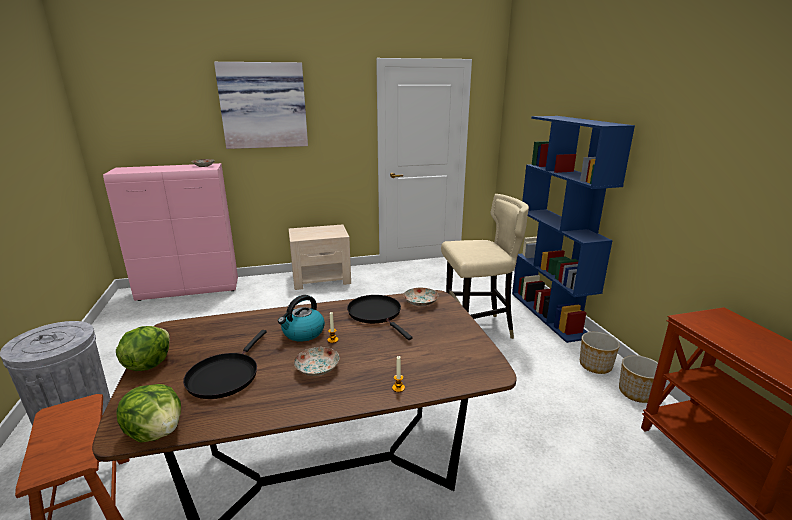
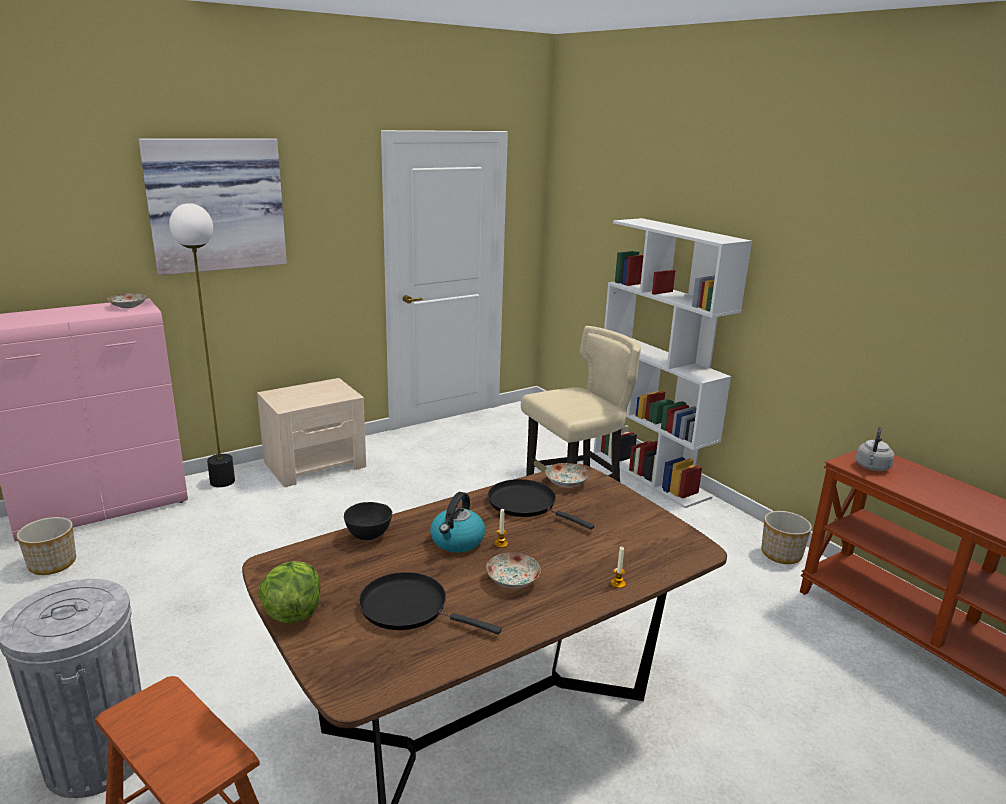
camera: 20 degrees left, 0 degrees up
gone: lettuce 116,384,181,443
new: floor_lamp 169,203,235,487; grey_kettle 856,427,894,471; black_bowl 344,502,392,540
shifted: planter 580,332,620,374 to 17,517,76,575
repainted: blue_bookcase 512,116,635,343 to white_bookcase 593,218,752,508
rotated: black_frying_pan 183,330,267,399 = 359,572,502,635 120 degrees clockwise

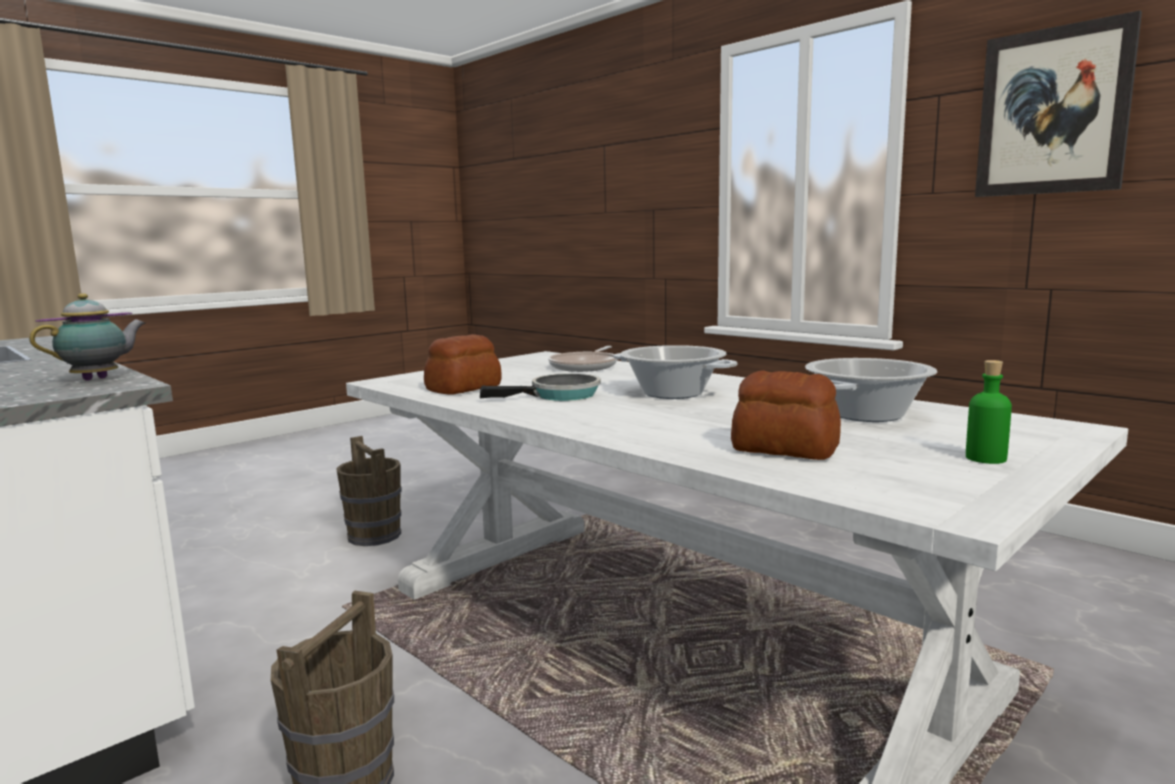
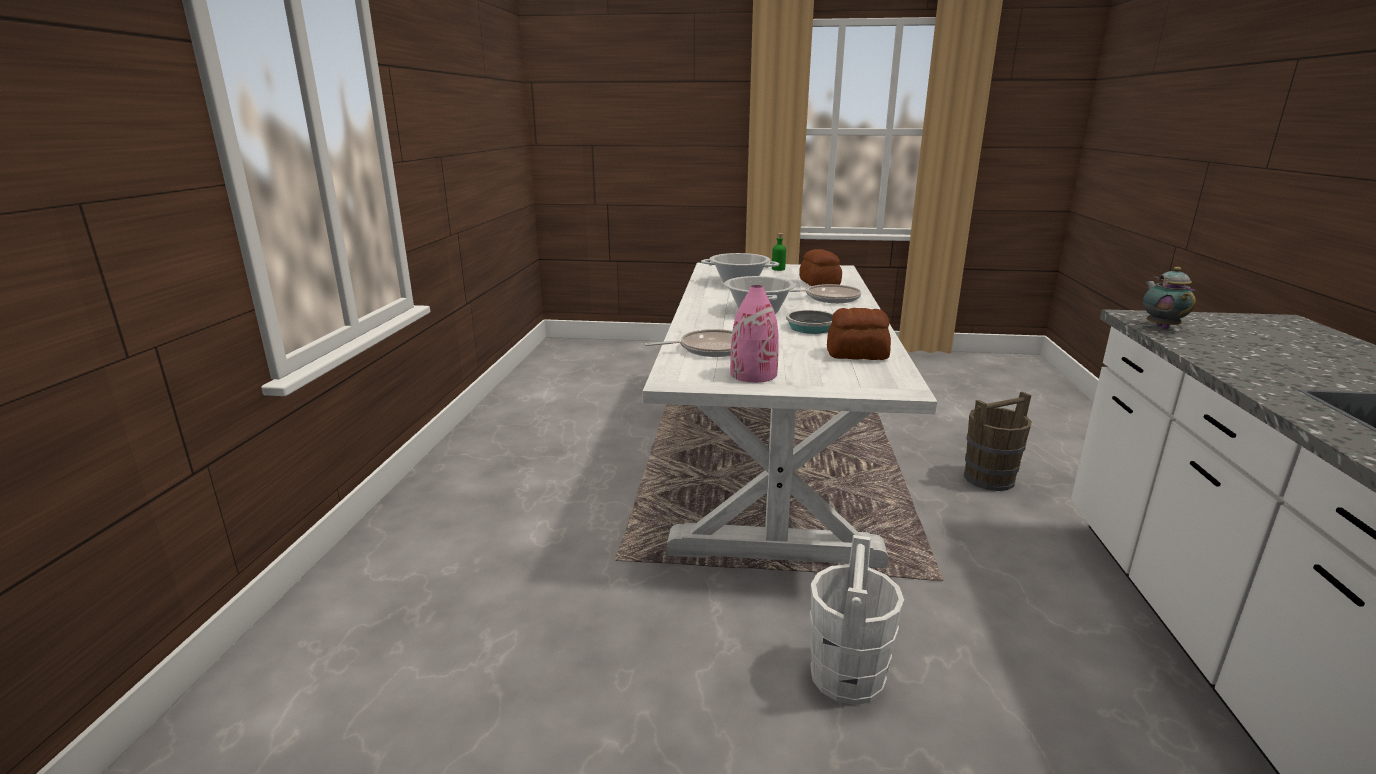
camera: 130 degrees left, 10 degrees up
gone: picture 975,11,1142,197
new: frying_pan 789,284,861,303; pink_vase 730,285,779,383
repainted: brown_bucket 336,436,401,546 to white_bucket 810,535,904,705
rotated: teapot 29,293,146,381 = 1143,267,1196,329 90 degrees clockwise

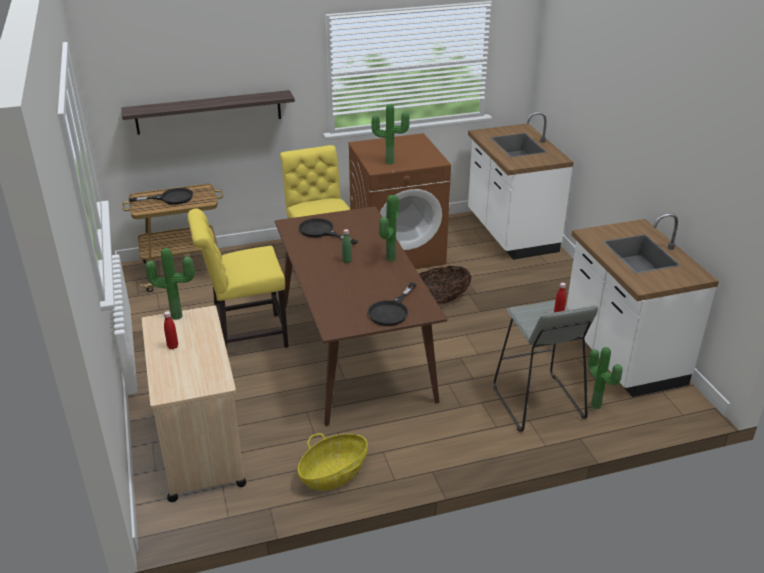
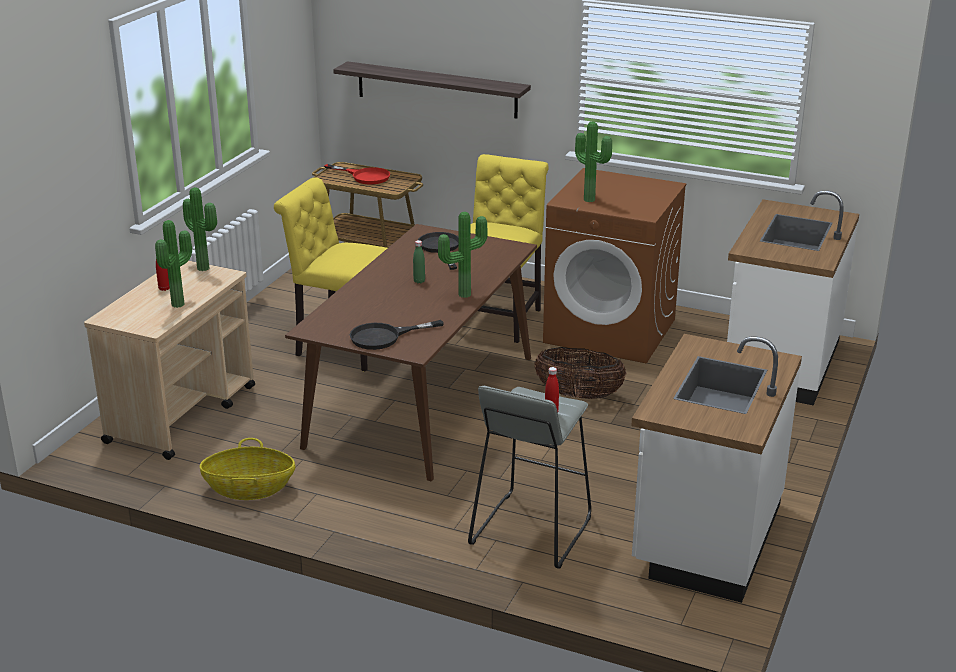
camera: 40 degrees right, 5 degrees down
shifted: potted_plant 588,347,623,409 to 155,220,192,308
repainted: black_frying_pan 129,188,193,205 to red_frying_pan 324,164,390,184

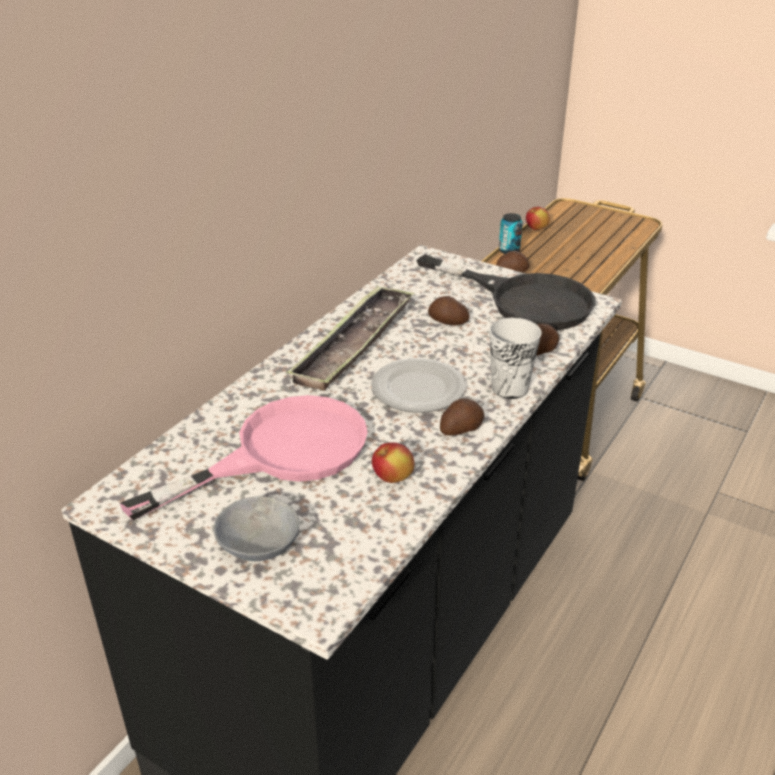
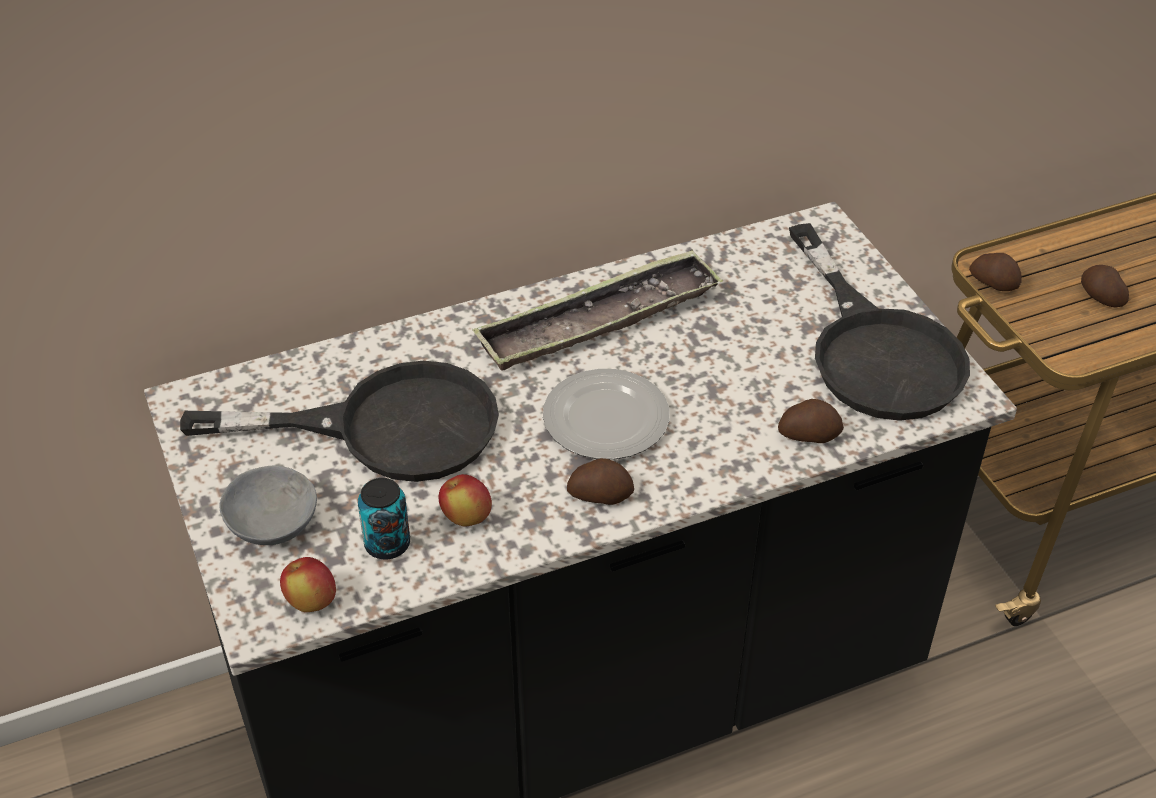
camera: 35 degrees right, 10 degrees up
gone: cup 489,318,542,399
shifted: apple 526,207,550,230 to 280,557,336,612; can 499,213,523,254 to 358,478,410,559; potato 428,296,470,325 to 1081,265,1129,307
repainted: pink_frying_pan 120,395,368,521 to black_frying_pan 180,361,499,482

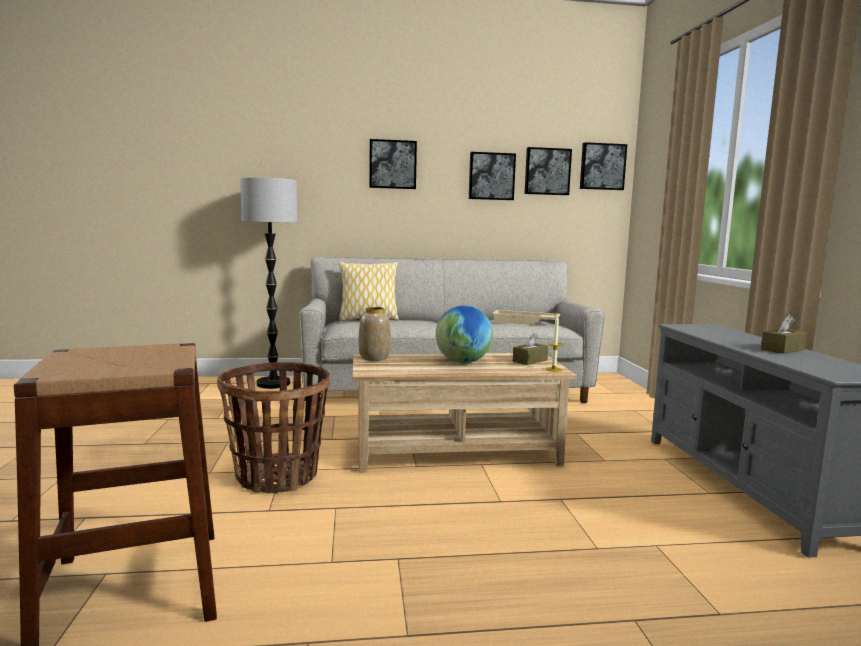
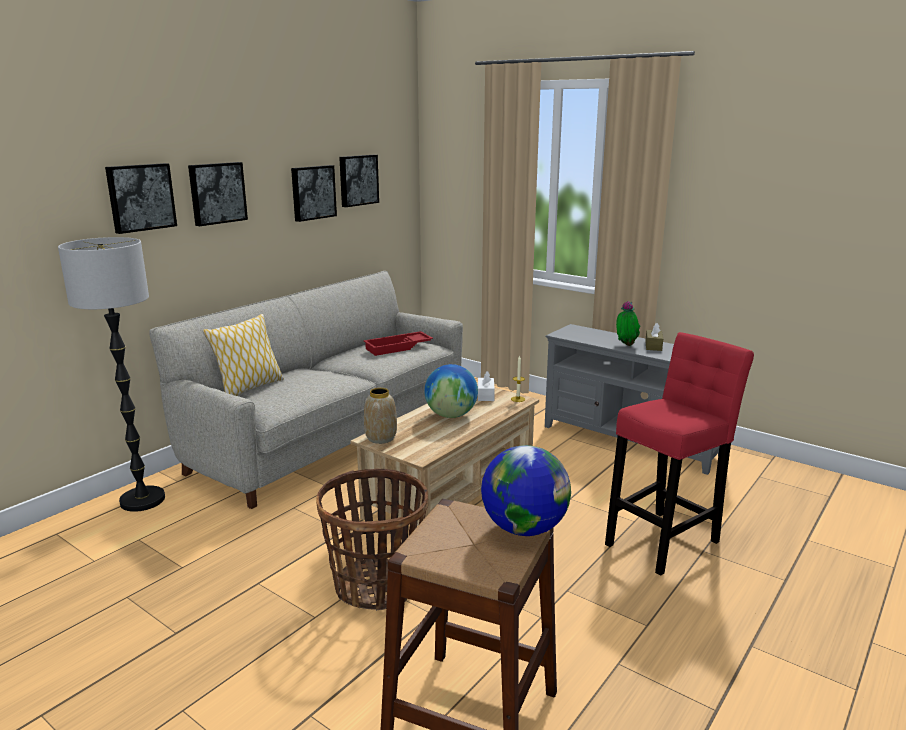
camera: 45 degrees left, 10 degrees up
new: potted_plant 616,301,640,346; red_stool 605,332,754,576; globe 481,445,571,536
shifted: picture 580,142,627,190 to 105,163,177,234
repainted: beige_tray 492,310,560,325 to red_tray 364,331,433,356; brown_tissue_box 513,333,548,365 to white_tissue_box 478,371,495,401

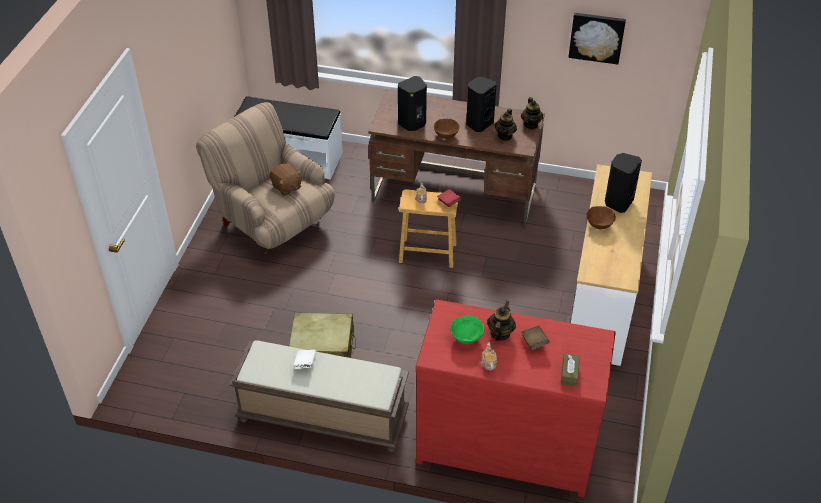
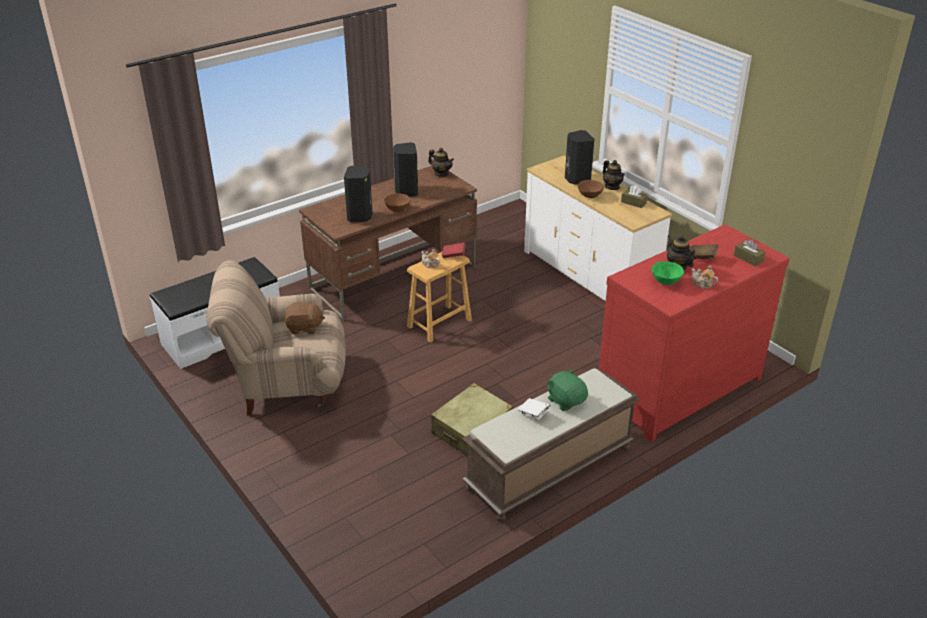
camera: 50 degrees left, 10 degrees down
gone: picture 568,13,626,65
new: brown_tissue_box 621,185,647,208; green_plush_toy 547,370,588,411
shifted: teapot 495,109,517,141 to 603,160,625,190

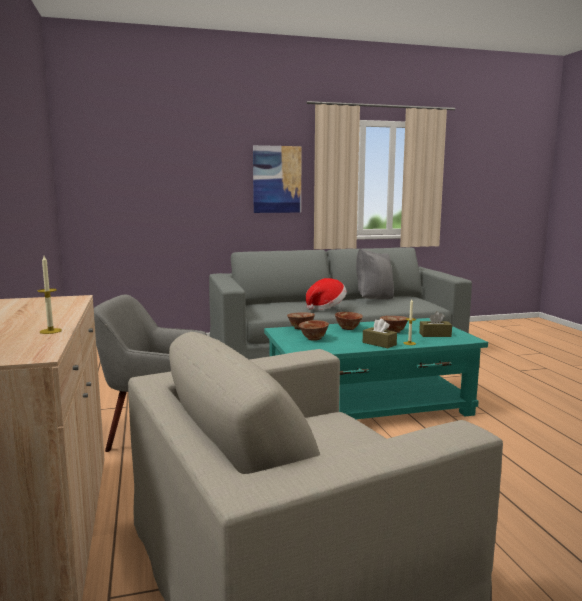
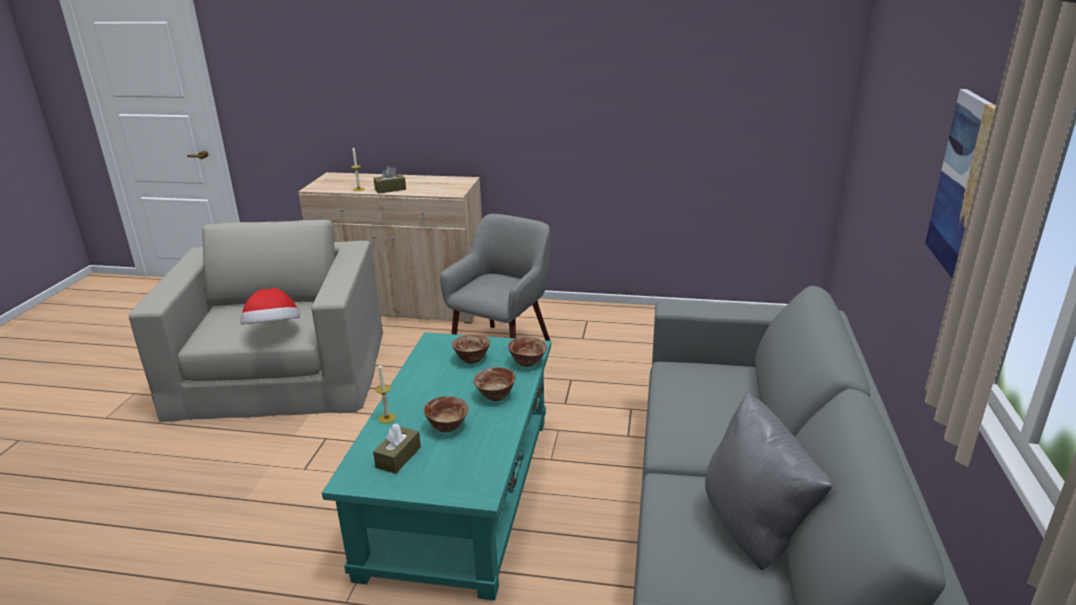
camera: 115 degrees right, 15 degrees up
shifted: hat 306,278,347,310 to 240,288,300,325; brown_tissue_box 363,318,397,348 to 374,166,406,194

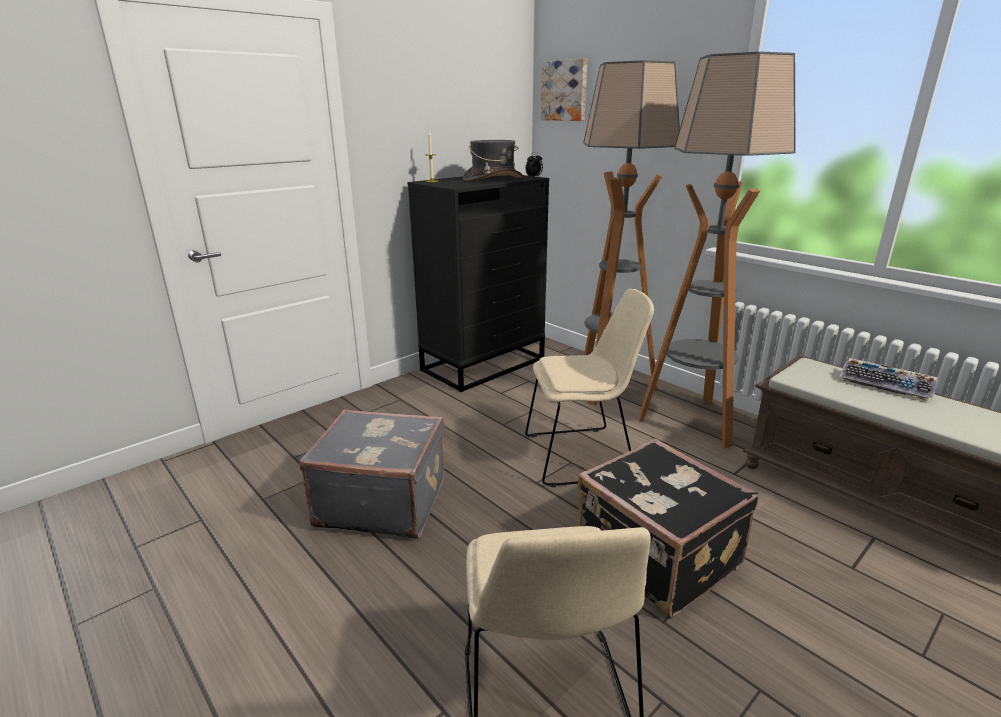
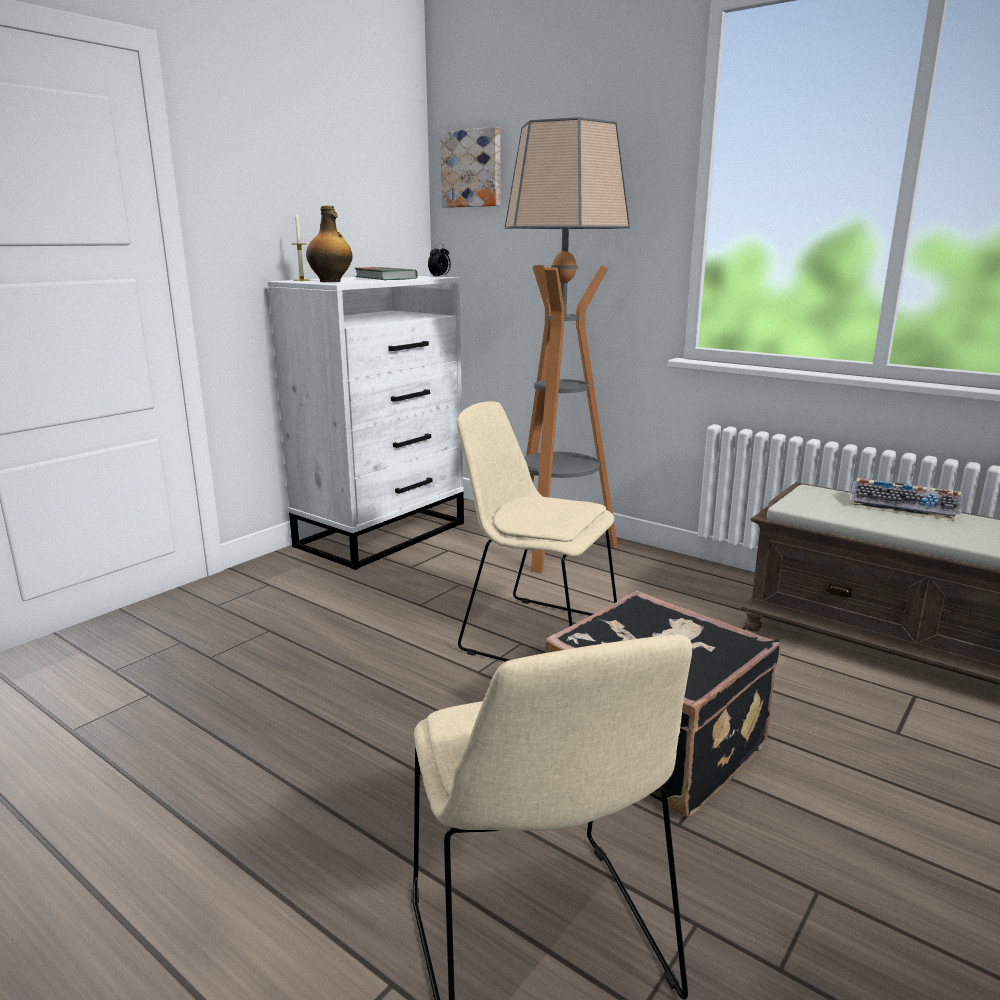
camera: 10 degrees left, 5 degrees down
gone: floor_lamp 638,51,796,448; grey_suitcase 300,409,445,539
new: bottle 306,206,352,282
swapped: grey_hat 463,140,523,182 to book 354,267,418,280
repainted: black_dresser 408,175,549,392 to white_dresser 268,276,464,570
rotated: beige_chair 525,289,654,487 = 457,401,617,662 135 degrees counterclockwise

